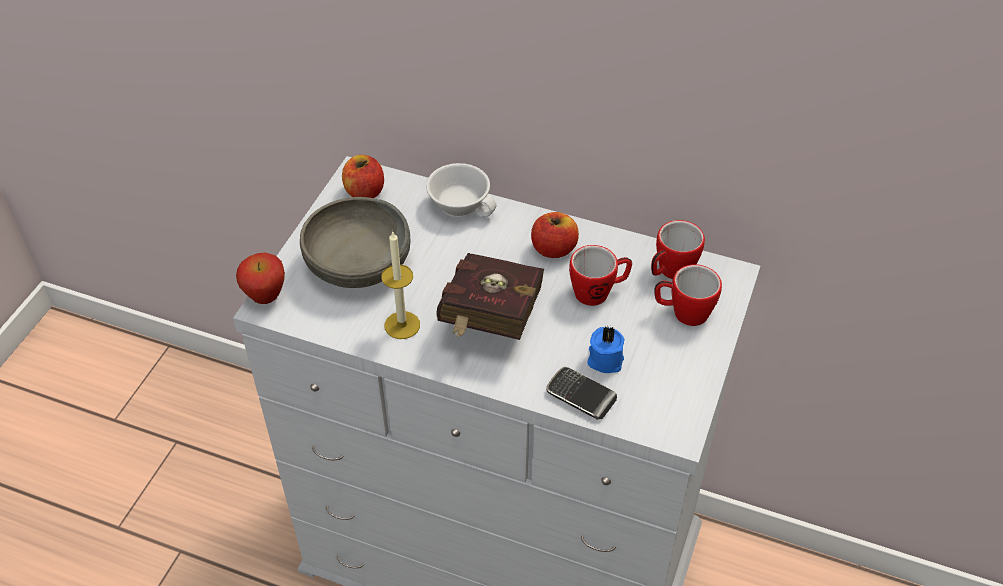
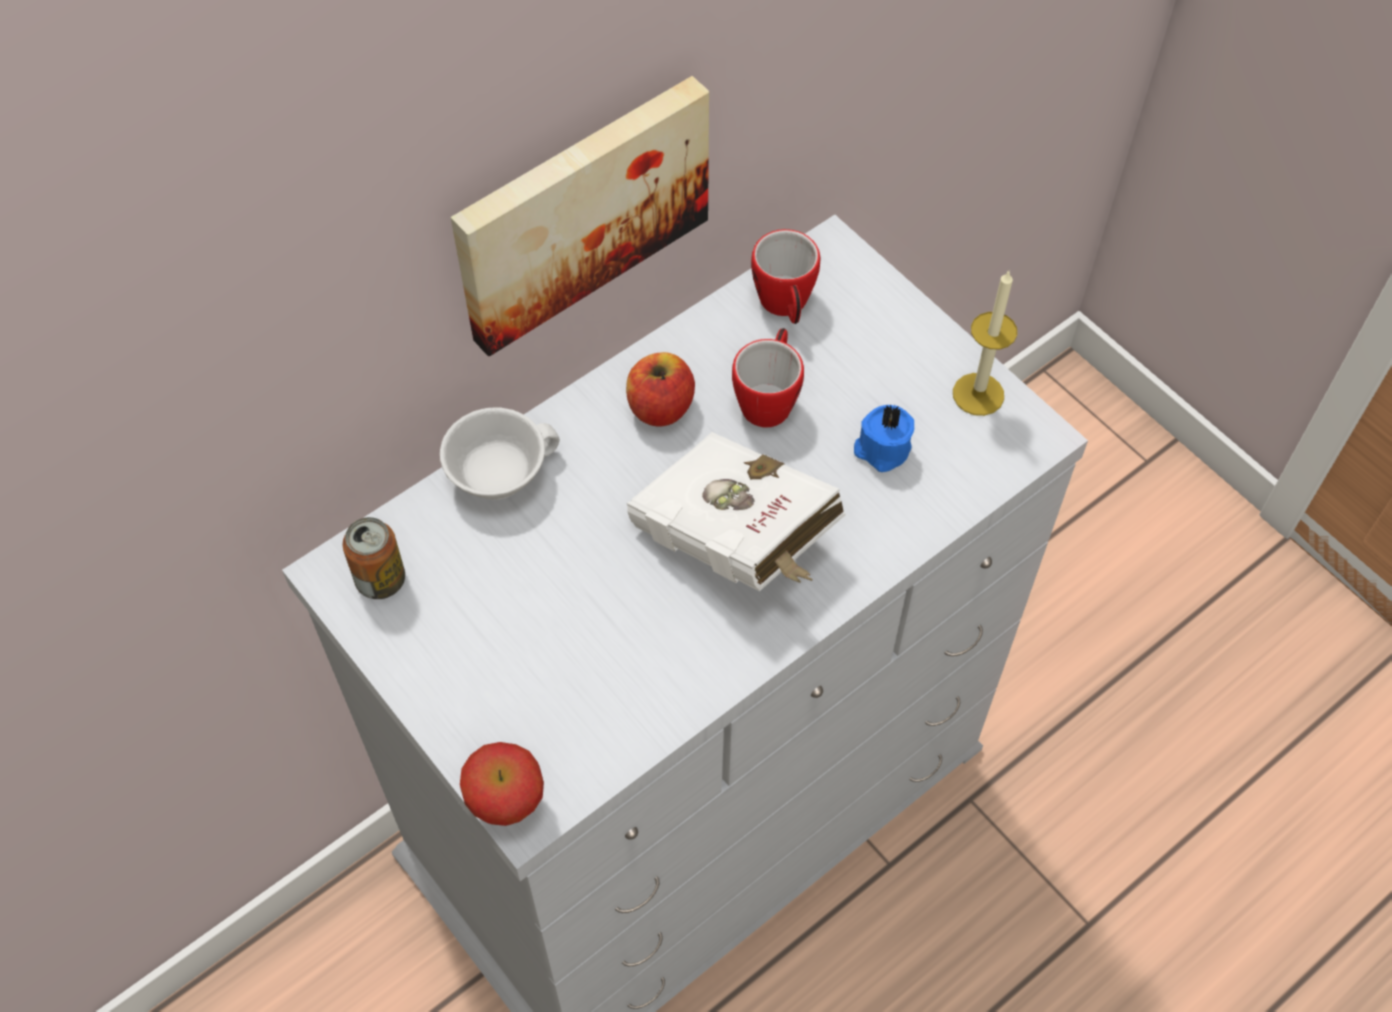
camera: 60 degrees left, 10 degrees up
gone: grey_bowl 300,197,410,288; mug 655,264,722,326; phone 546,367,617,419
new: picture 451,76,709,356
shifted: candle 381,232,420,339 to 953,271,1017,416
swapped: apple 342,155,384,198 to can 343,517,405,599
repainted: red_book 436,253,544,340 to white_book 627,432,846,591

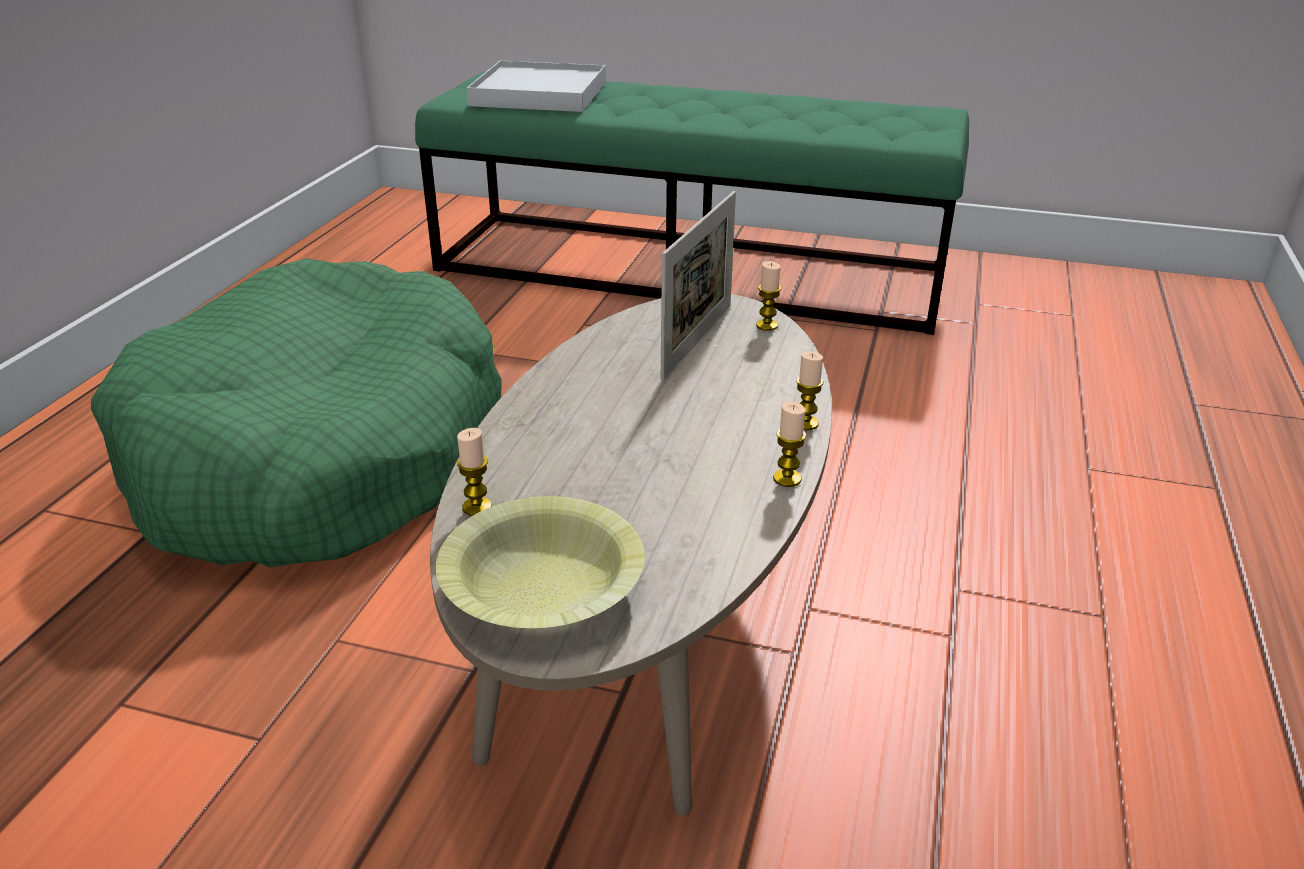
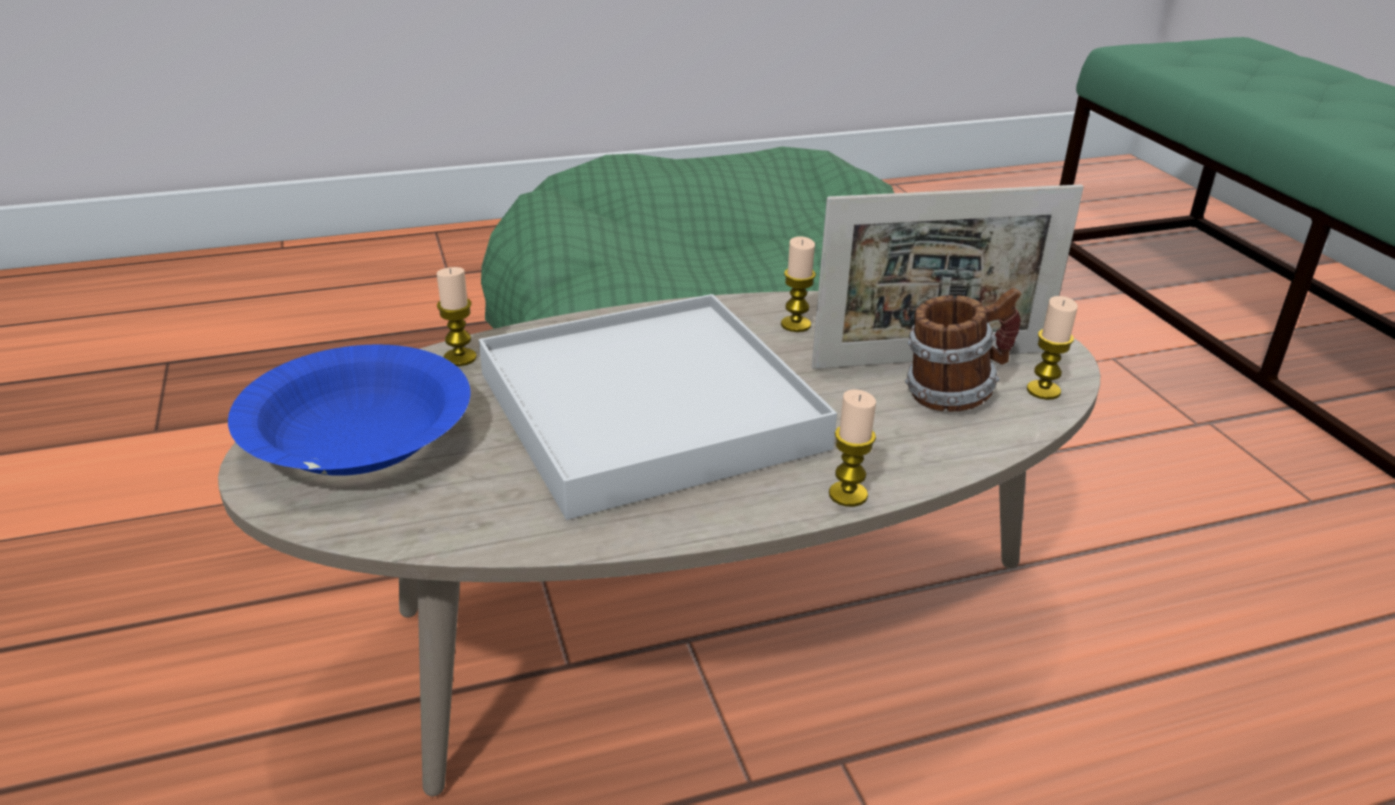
camera: 55 degrees right, 0 degrees up
new: mug 905,288,1022,412
shifted: white_tray 467,61,606,112 to 479,294,837,520; candle 773,401,806,487 to 781,236,816,332
repainted: yellow_bowl 436,496,645,628 to blue_bowl 228,345,470,476

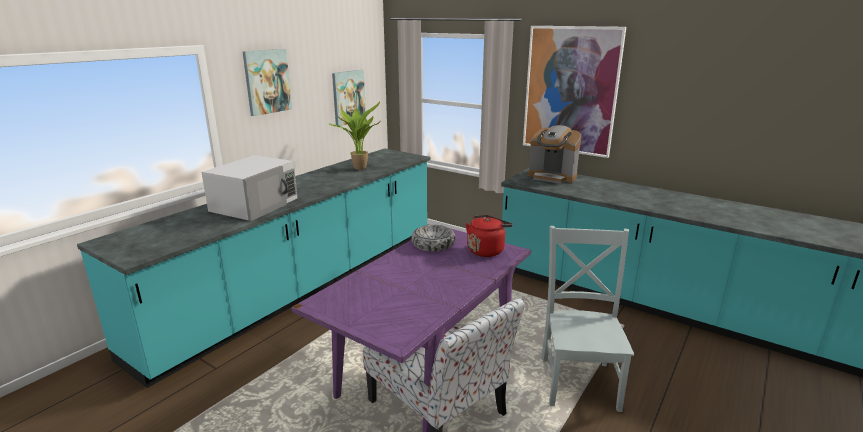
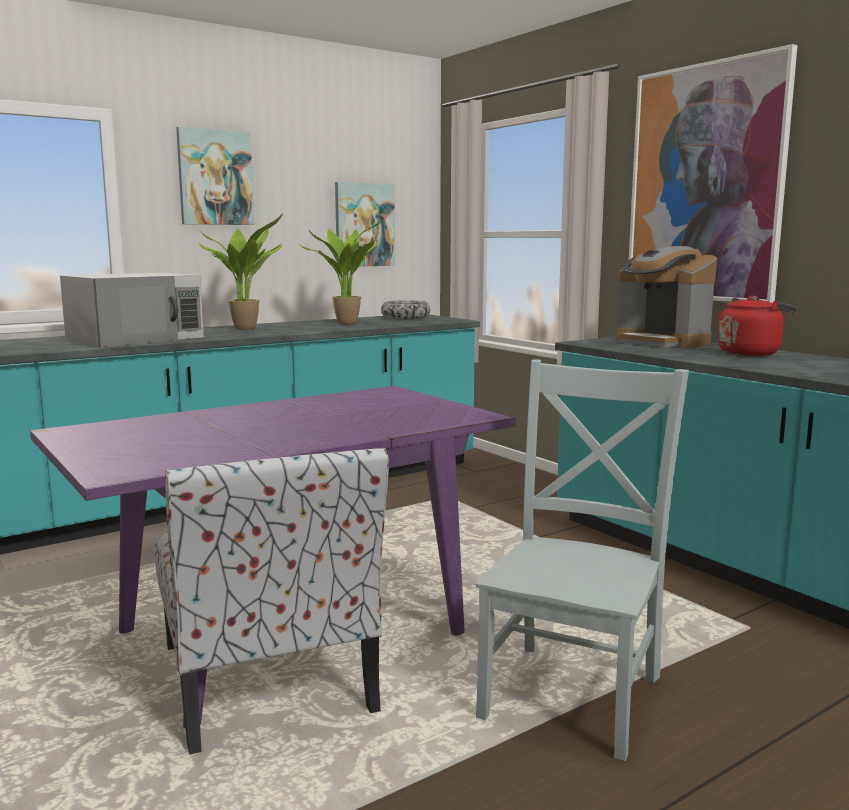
camera: 20 degrees right, 10 degrees down
new: potted_plant 199,213,283,330
shifted: red_kettle 466,215,513,257 to 718,296,797,356; bowl 411,225,456,252 to 381,300,430,319

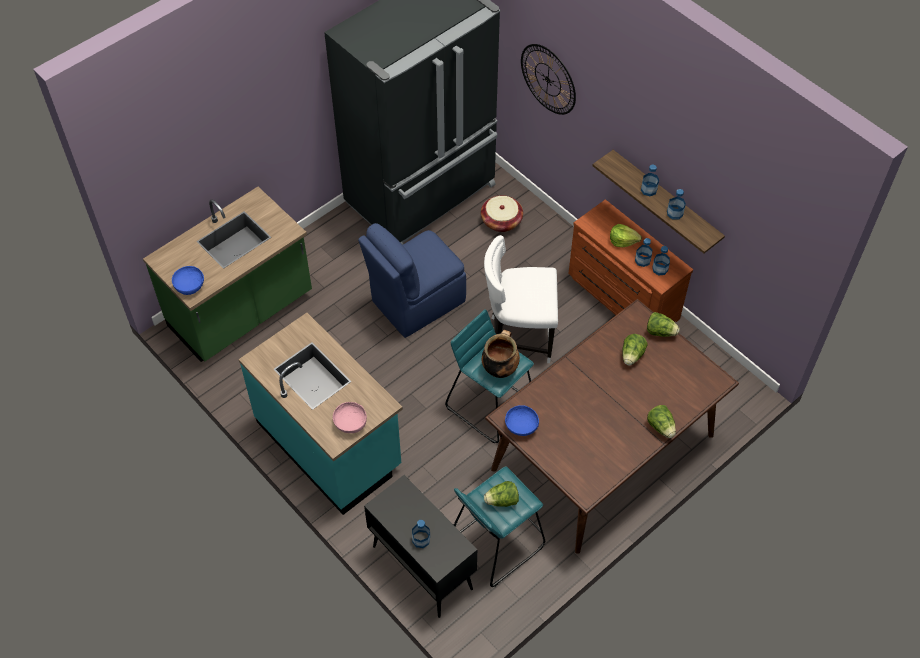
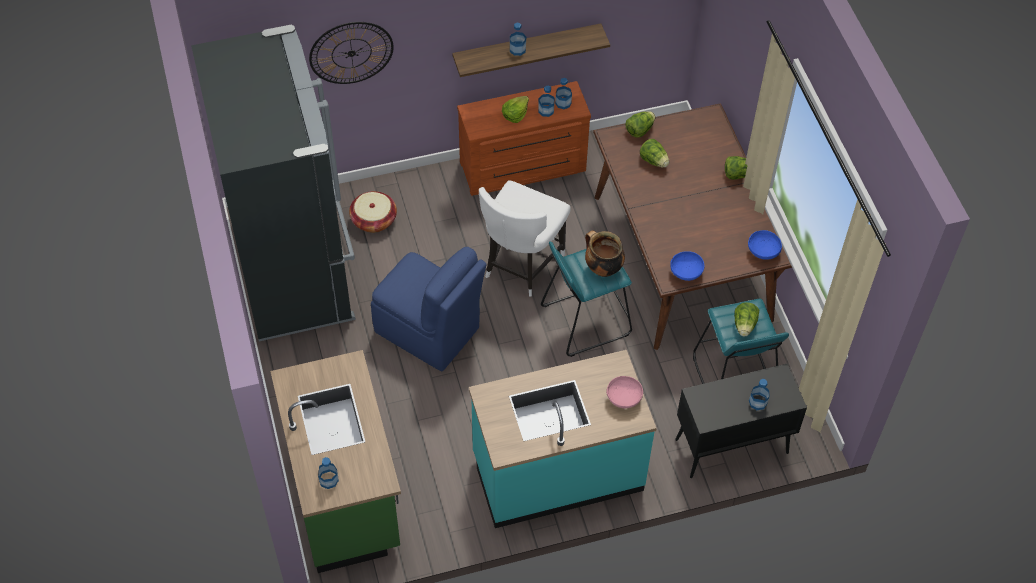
camera: 65 degrees left, 0 degrees up
shifted: bottle 667,189,686,220 to 318,457,339,489; blue_bowl 172,266,204,295 to 748,230,782,260
rotated: blue_chair 358,223,466,338 = 371,247,487,371 45 degrees counterclockwise

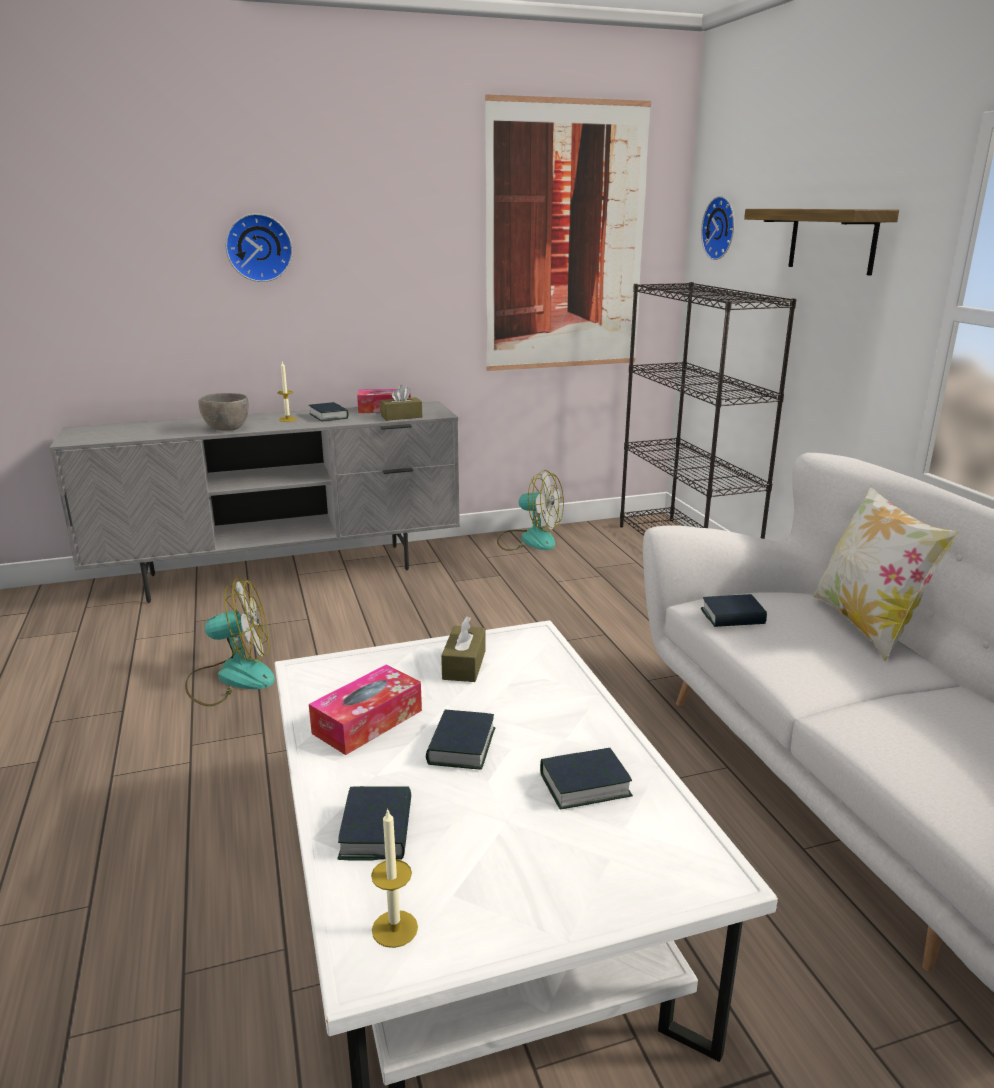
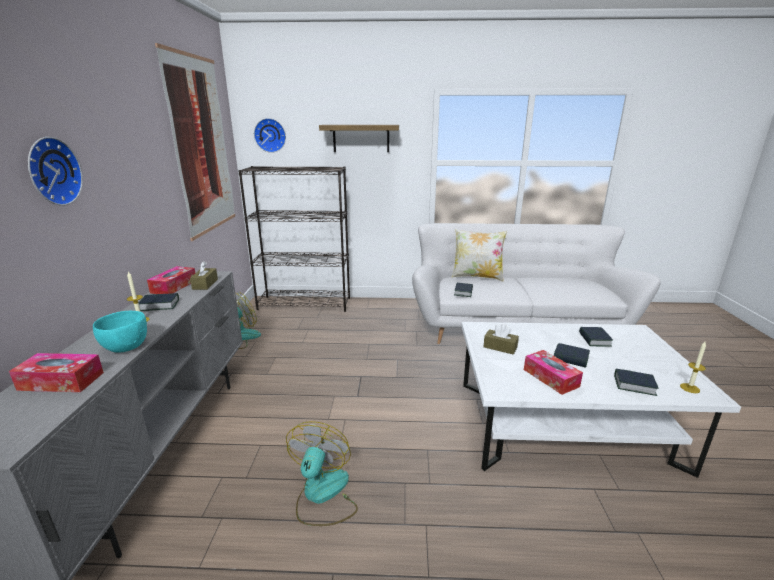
camera: 70 degrees left, 0 degrees up
new: tissue_box 9,353,104,392
repainted: grey_bowl 198,393,249,431 to turquoise_bowl 93,311,147,353

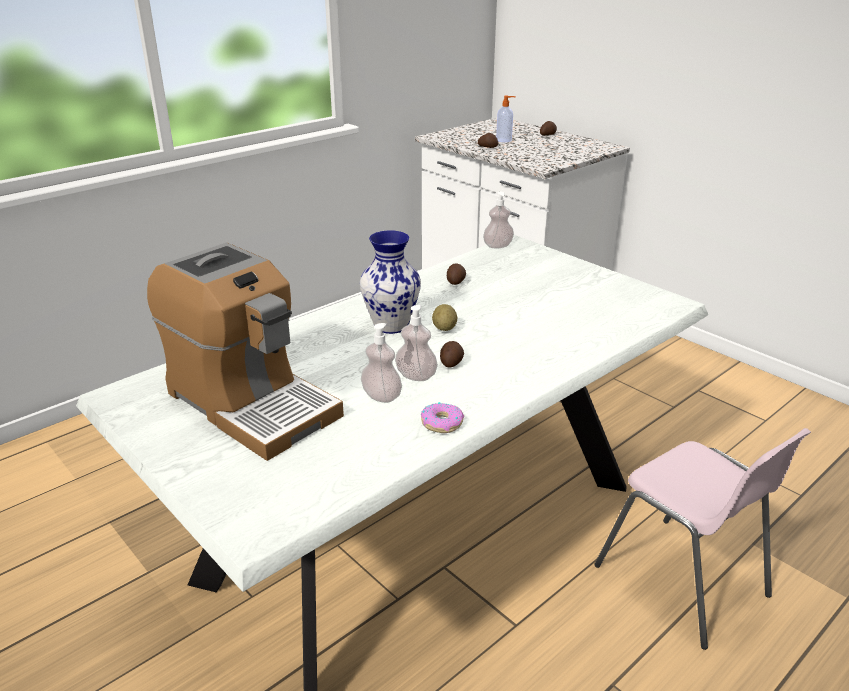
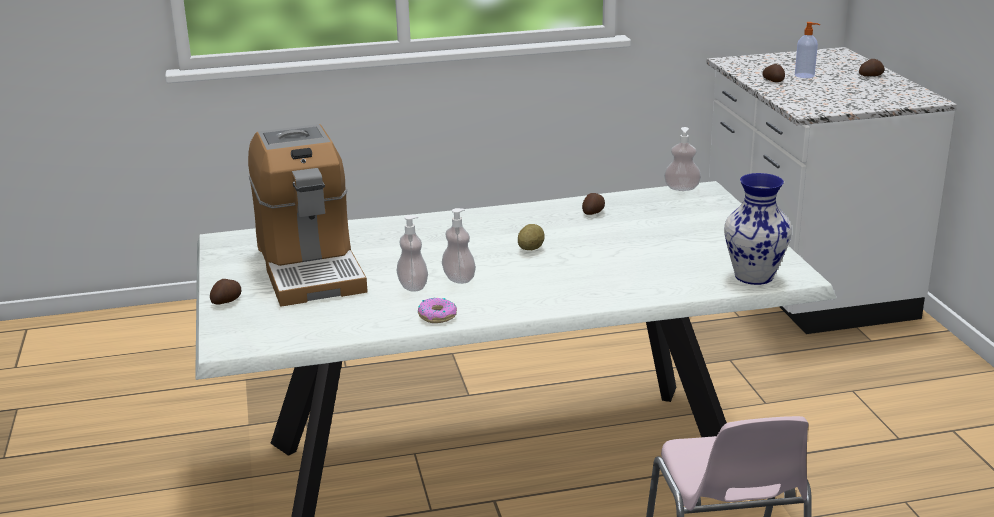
camera: 30 degrees right, 5 degrees down
shifted: vase 360,230,421,334 to 724,173,792,285; potato 440,341,464,367 to 210,279,242,304

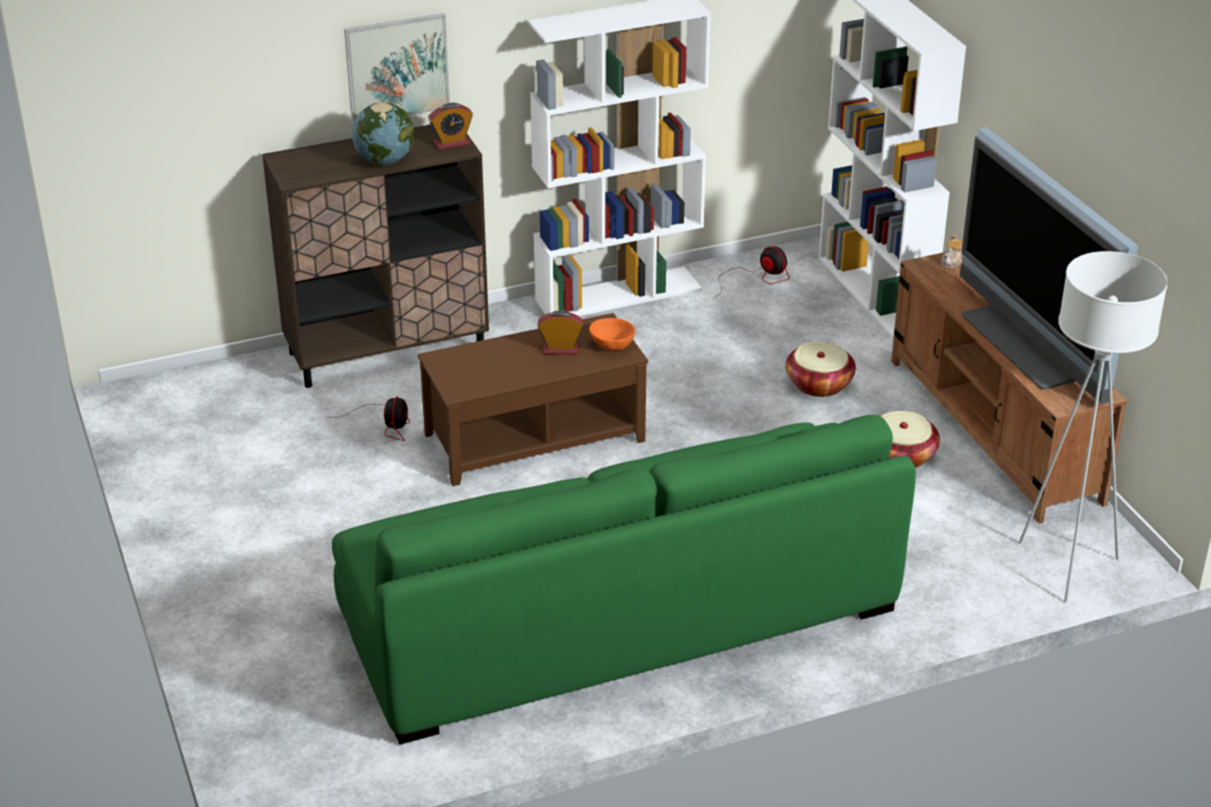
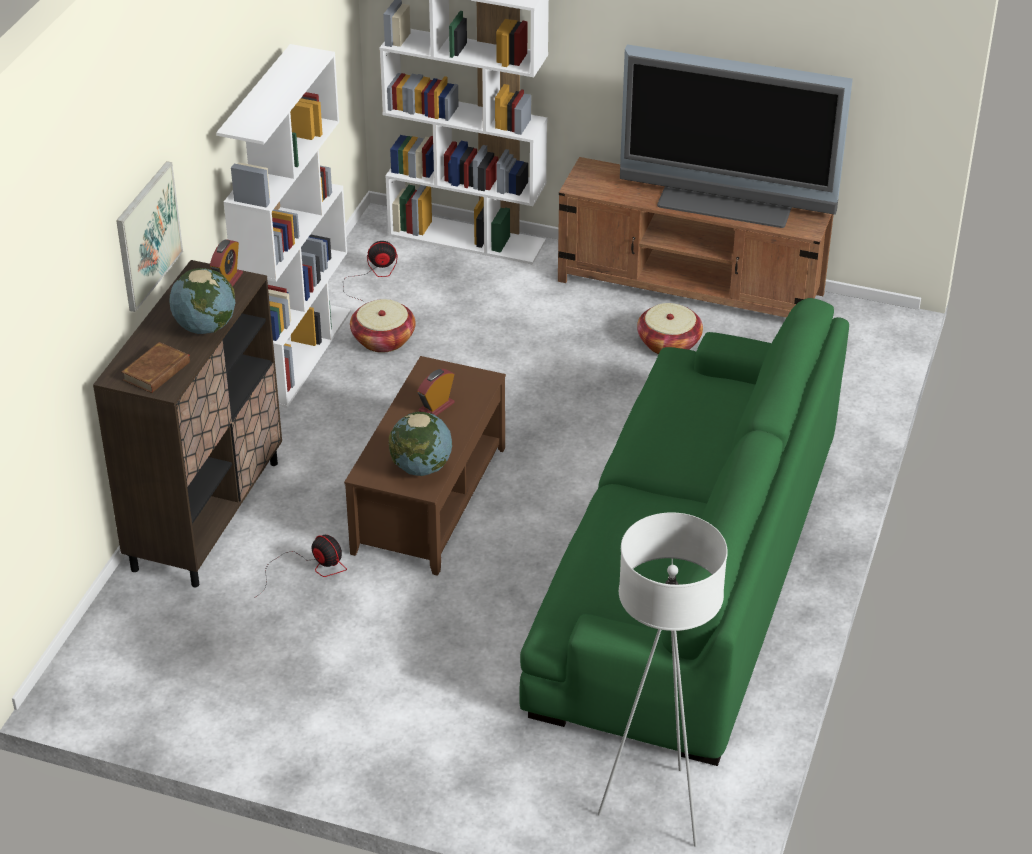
camera: 50 degrees left, 5 degrees up
gone: teapot 941,234,963,269; orange_bowl 589,318,635,350
new: brown_book 122,342,190,393; globe 389,412,452,476
shifted: white_floor_lamp 1019,251,1168,603 to 597,512,728,847; basket 786,342,856,397 to 350,299,416,353

